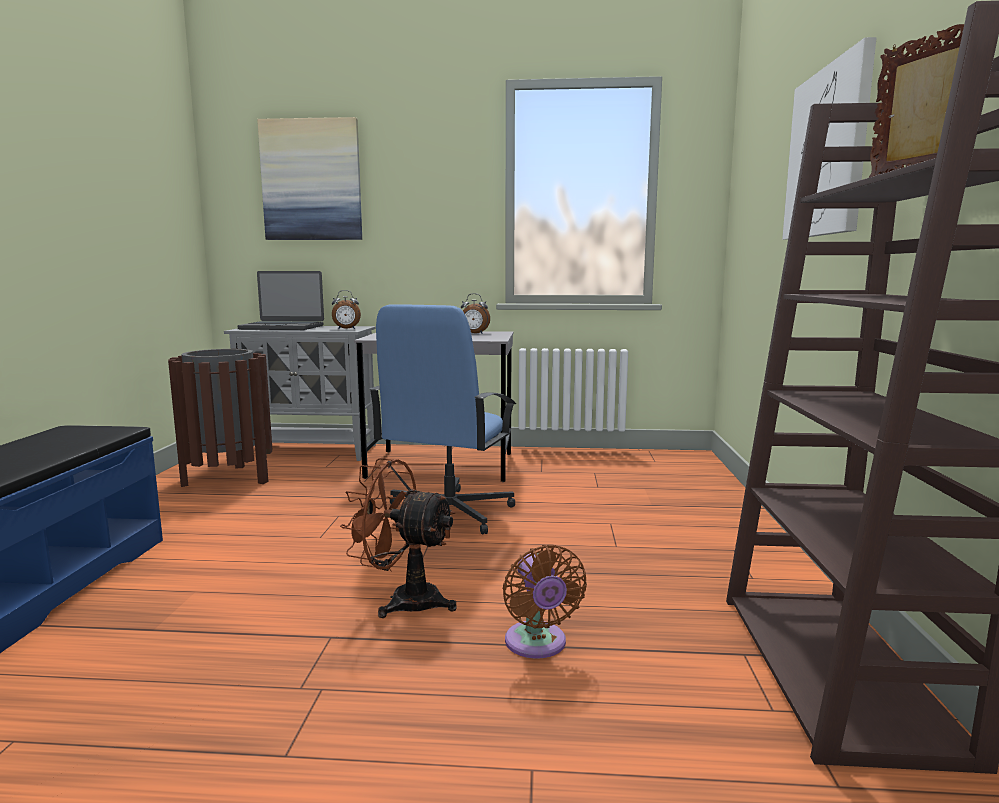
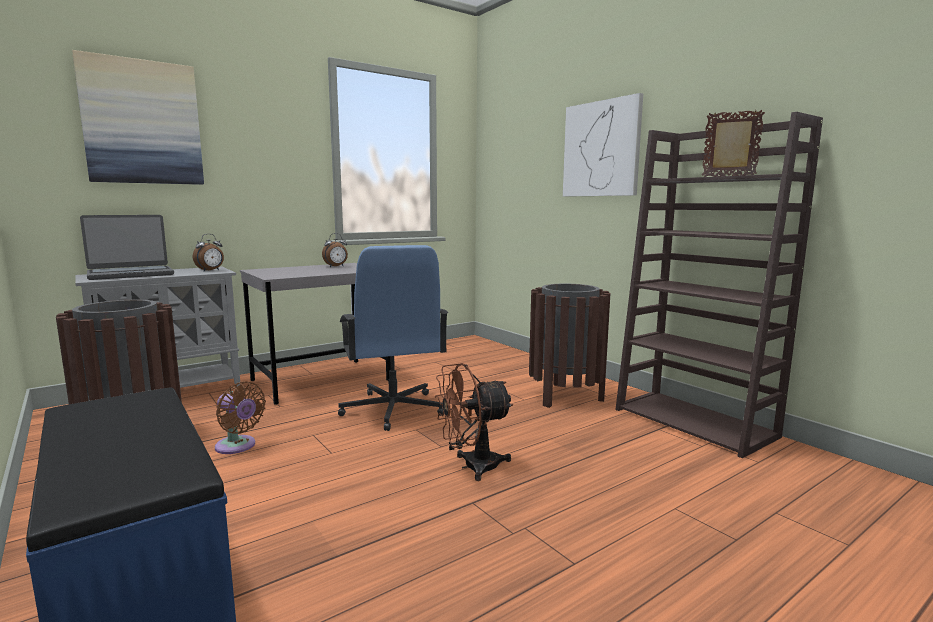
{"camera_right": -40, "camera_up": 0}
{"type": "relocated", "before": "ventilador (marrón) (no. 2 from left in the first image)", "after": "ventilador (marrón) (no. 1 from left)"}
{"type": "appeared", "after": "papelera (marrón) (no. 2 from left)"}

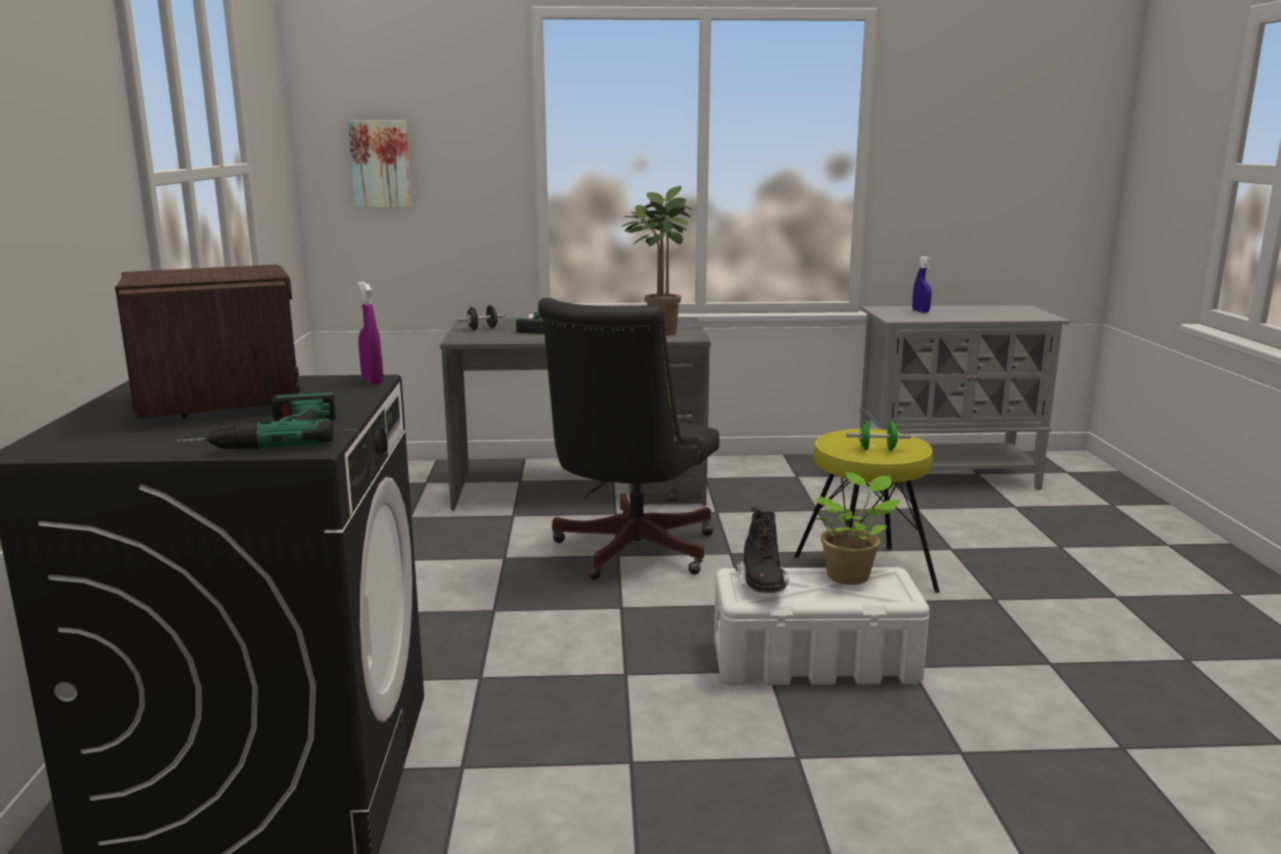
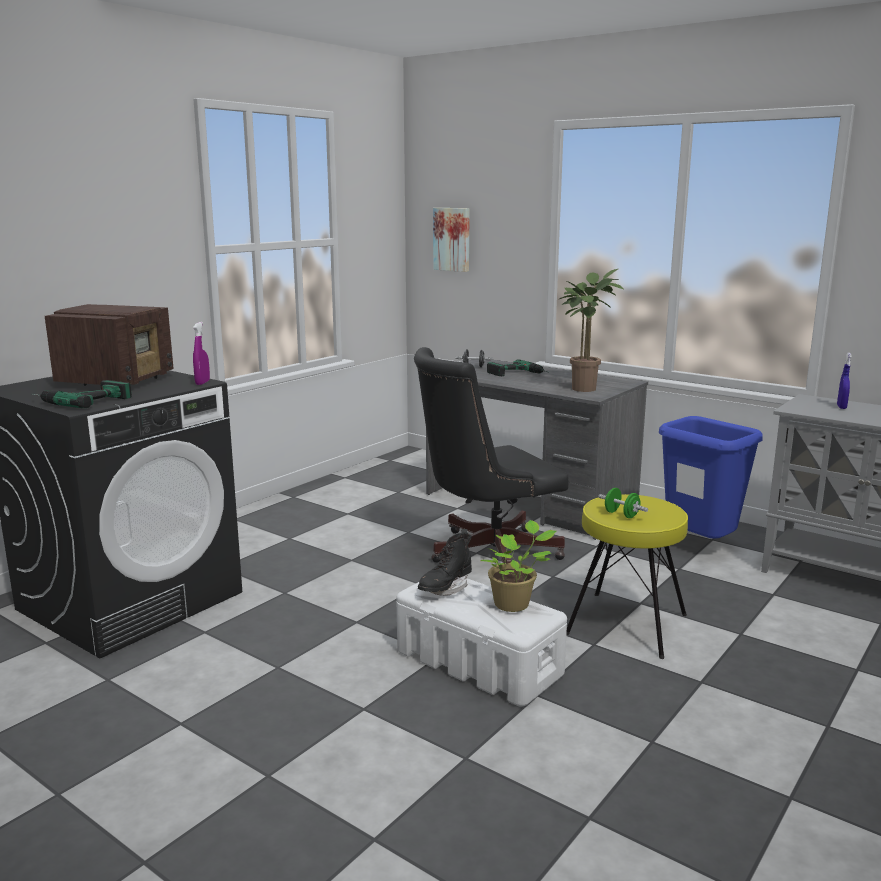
{"camera_right": 40, "camera_up": 0}
{"type": "appeared", "after": "papelera (azul)"}

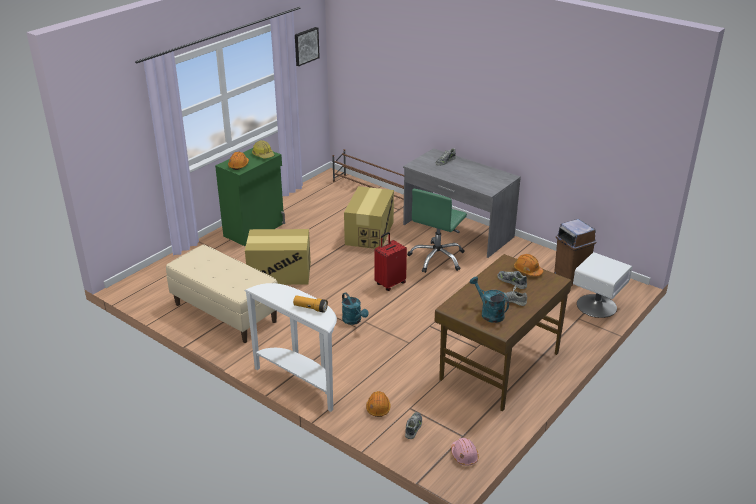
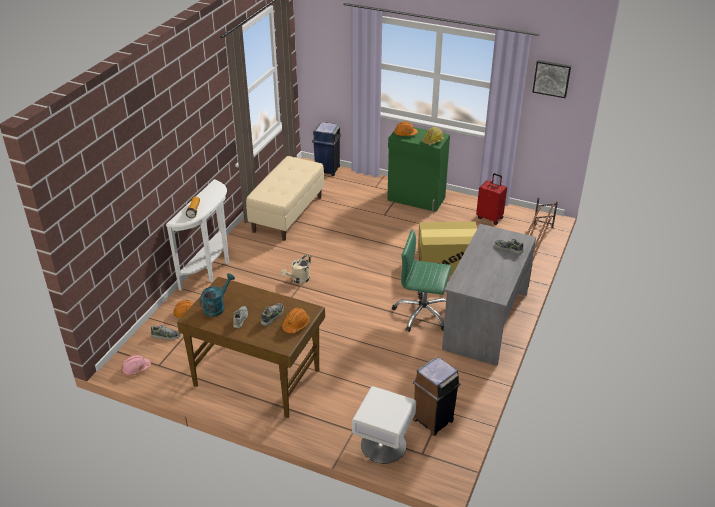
{"camera_right": 75, "camera_up": 5}
{"type": "missing", "before": "caja de cartón (no. 1 from left)"}
{"type": "relocated", "before": "maleta (rojo)"}
{"type": "colour", "before": "regadera (turquesa) (no. 1 from left)", "after": "regadera (beis)"}
{"type": "appeared", "after": "papelera (azul)"}

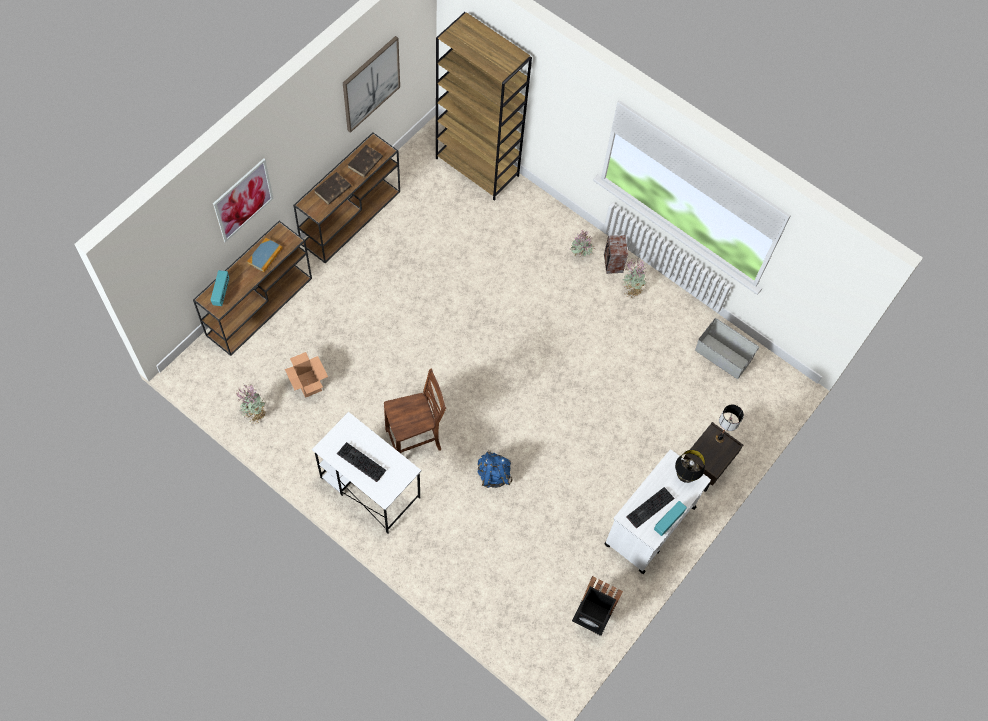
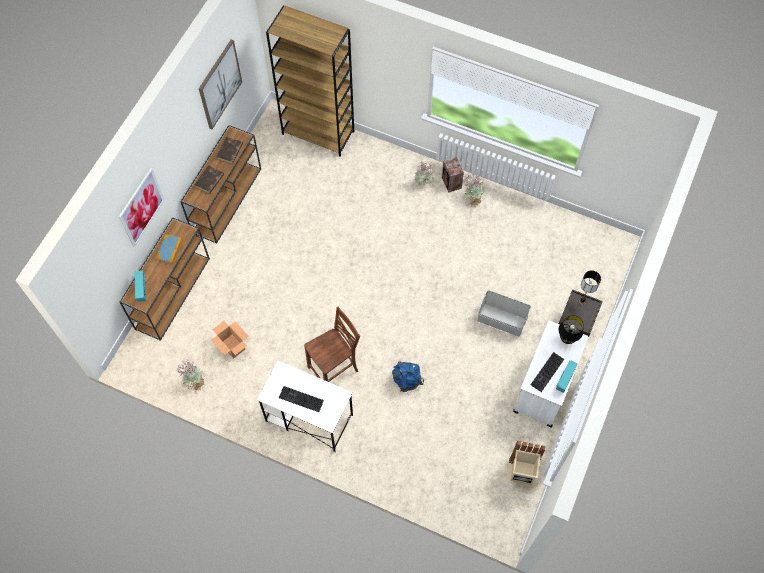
{"camera_right": -10, "camera_up": 0}
{"type": "relocated", "before": "caja de almacenaje (gris)"}
{"type": "colour", "before": "papelera (negro)", "after": "papelera (beis)"}

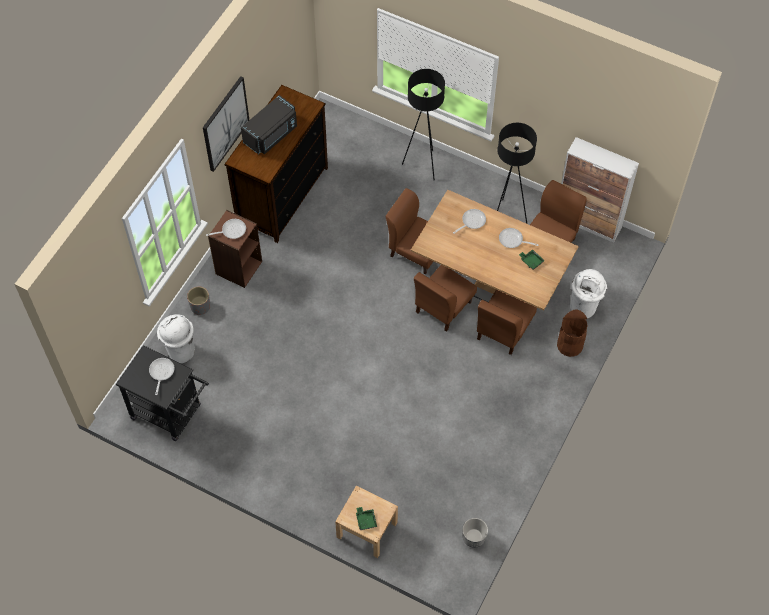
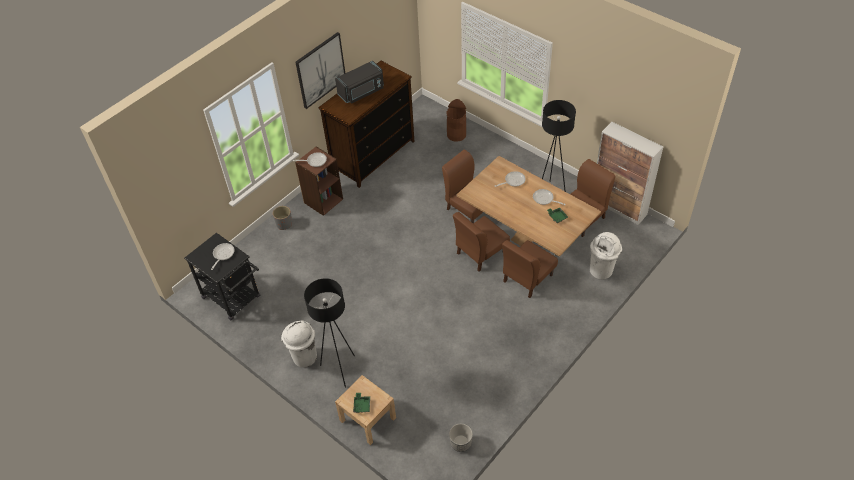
{"camera_right": 15, "camera_up": -10}
{"type": "relocated", "before": "lámpara de pie (negro) (no. 1 from left)"}
{"type": "relocated", "before": "papelera (marrón)"}
{"type": "relocated", "before": "papelera (blanco) (no. 1 from left)"}

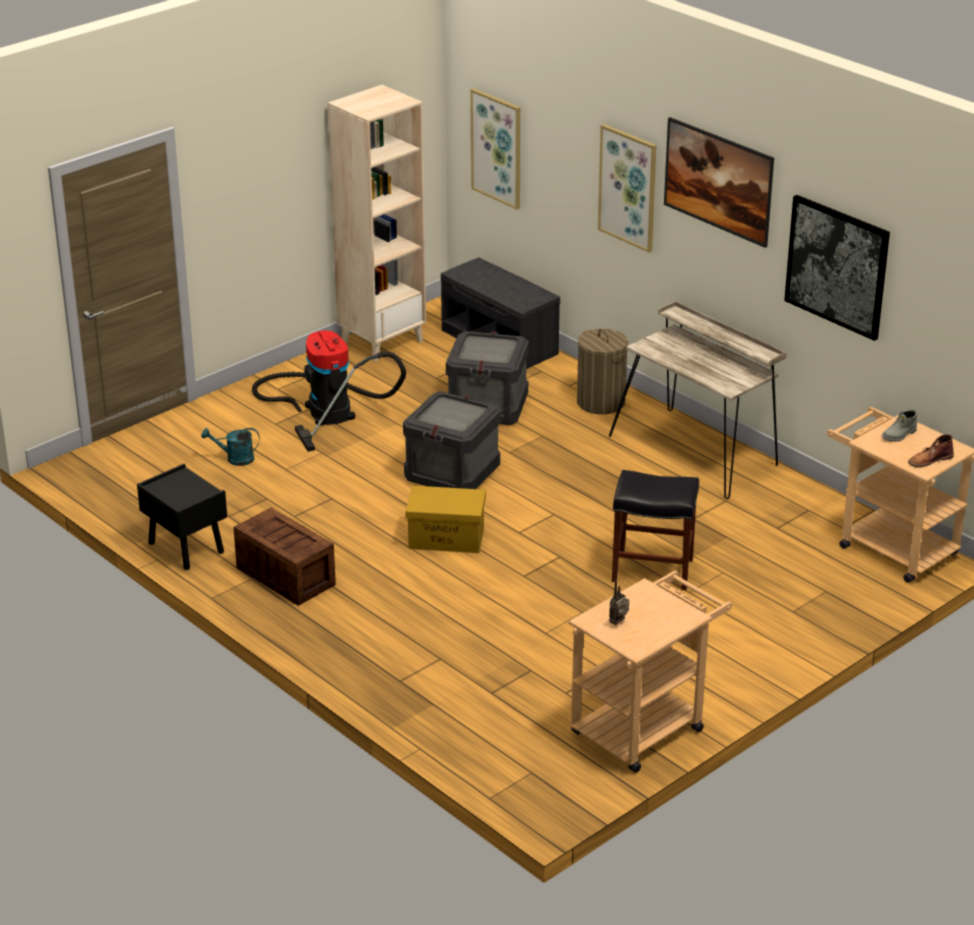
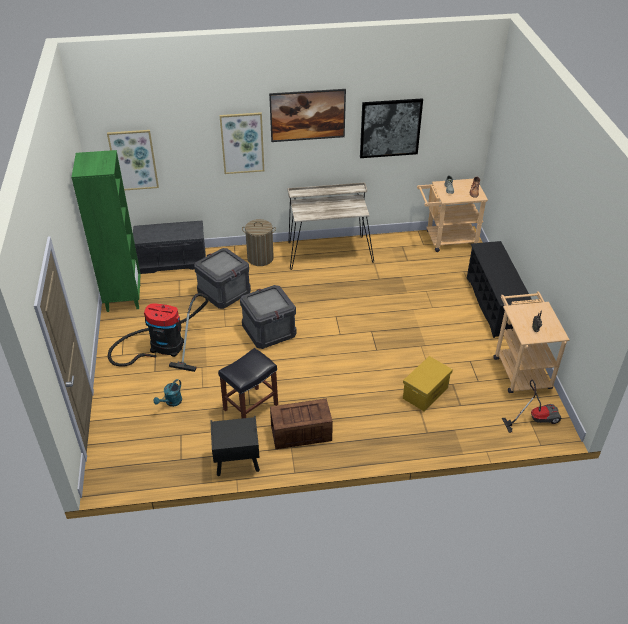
{"camera_right": -55, "camera_up": 10}
{"type": "colour", "before": "estantería (beis)", "after": "estantería (verde)"}
{"type": "relocated", "before": "taburete (negro)"}
{"type": "relocated", "before": "caja de almacenaje (amarillo)"}
{"type": "appeared", "after": "zapatero (negro)"}
{"type": "appeared", "after": "aspiradora (no. 2 from left)"}

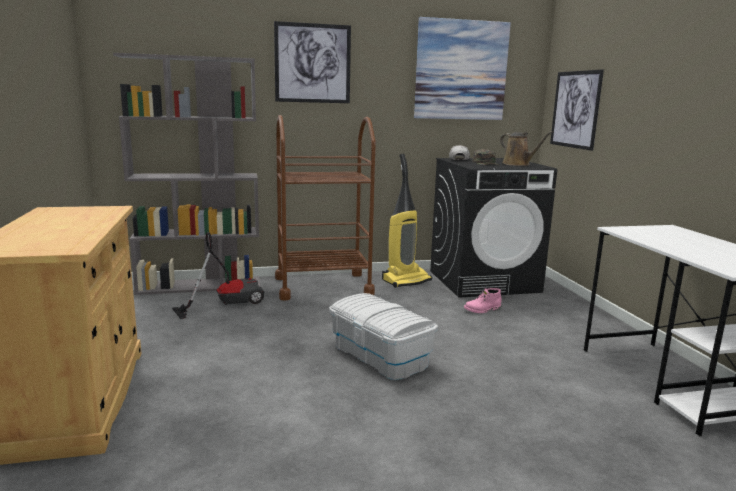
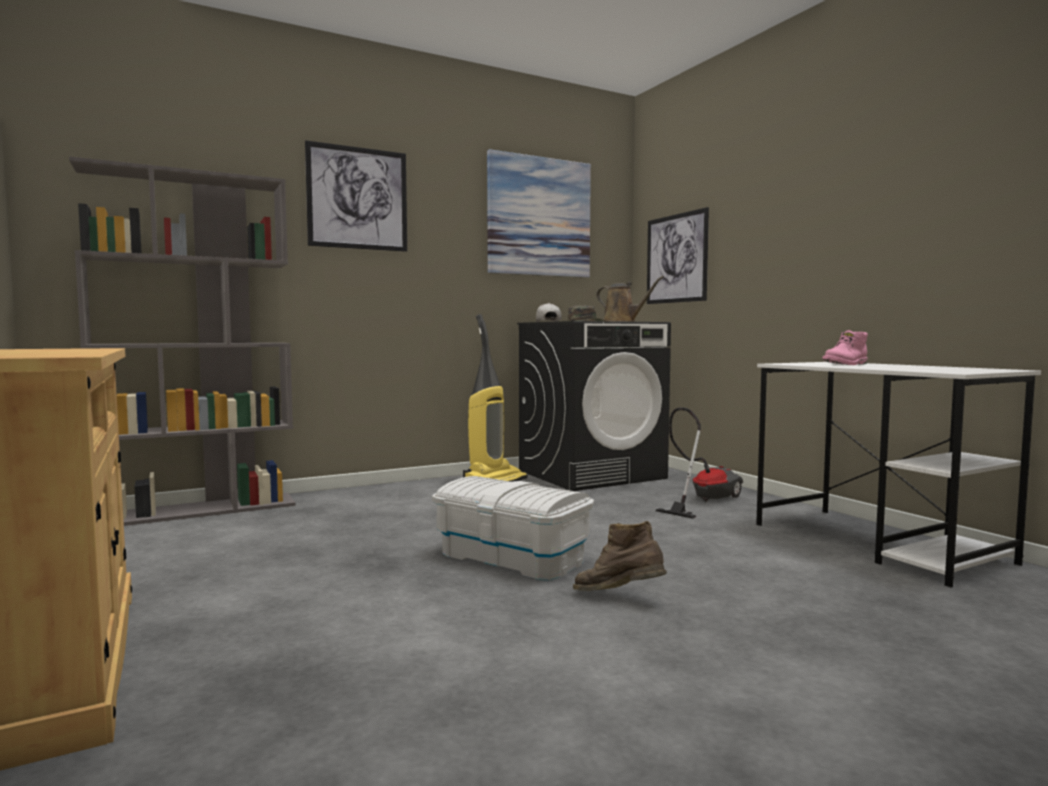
{"camera_right": -15, "camera_up": -10}
{"type": "missing", "before": "carrito (marrón)"}
{"type": "relocated", "before": "aspiradora (no. 1 from left in the first image)", "after": "aspiradora (no. 2 from left)"}
{"type": "relocated", "before": "bota (rosa)"}
{"type": "appeared", "after": "bota (marrón)"}

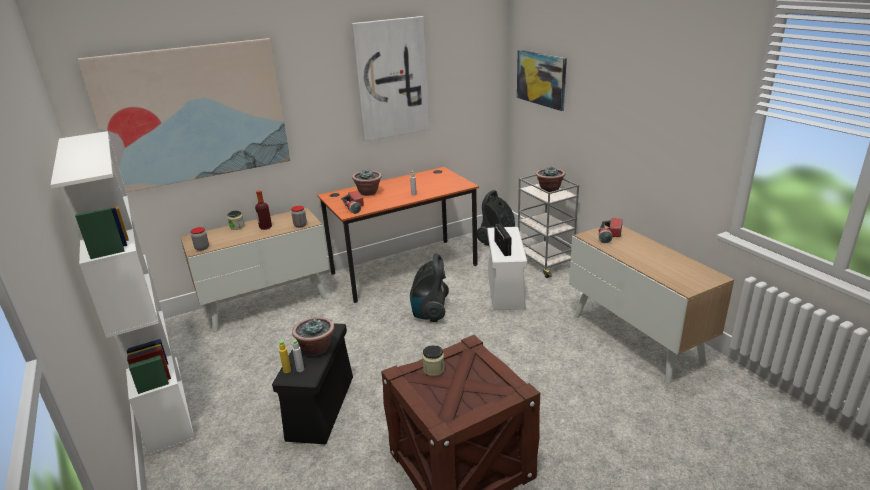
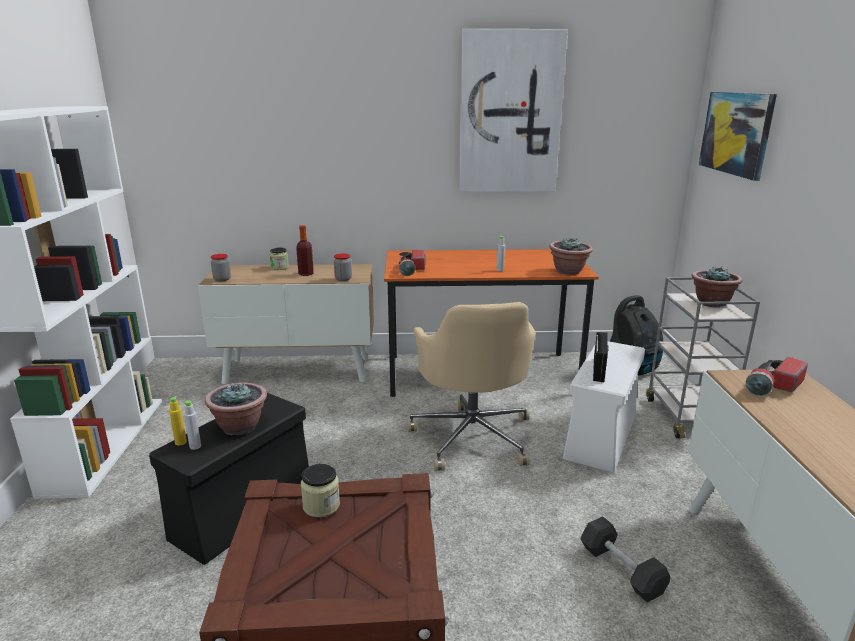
{"camera_right": 25, "camera_up": -5}
{"type": "missing", "before": "cuadro (no. 1 from left)"}
{"type": "relocated", "before": "planta en maceta (no. 2 from left)"}
{"type": "exchanged", "before": "aspiradora (no. 1 from left)", "after": "silla de oficina (beis)"}
{"type": "appeared", "after": "mancuerna (negro)"}

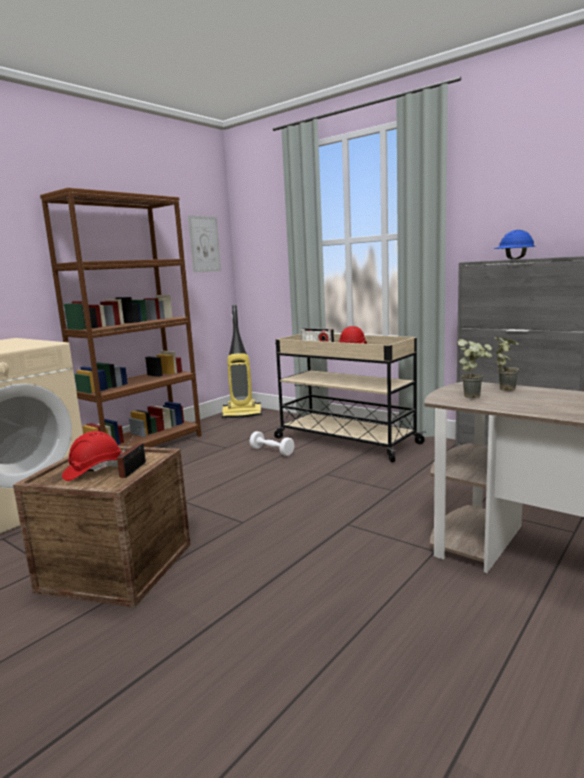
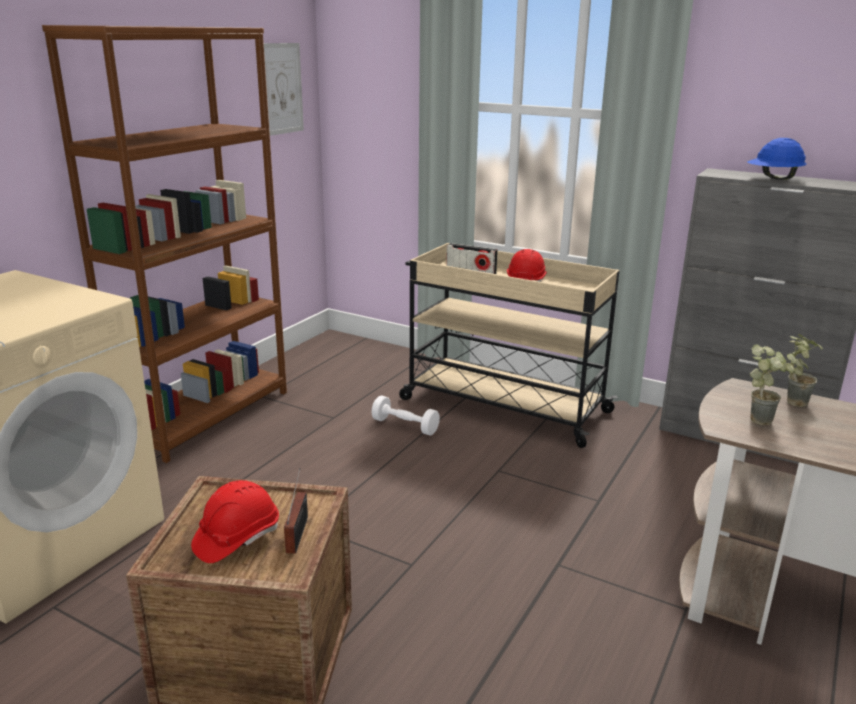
{"camera_right": -10, "camera_up": 10}
{"type": "missing", "before": "aspiradora"}

